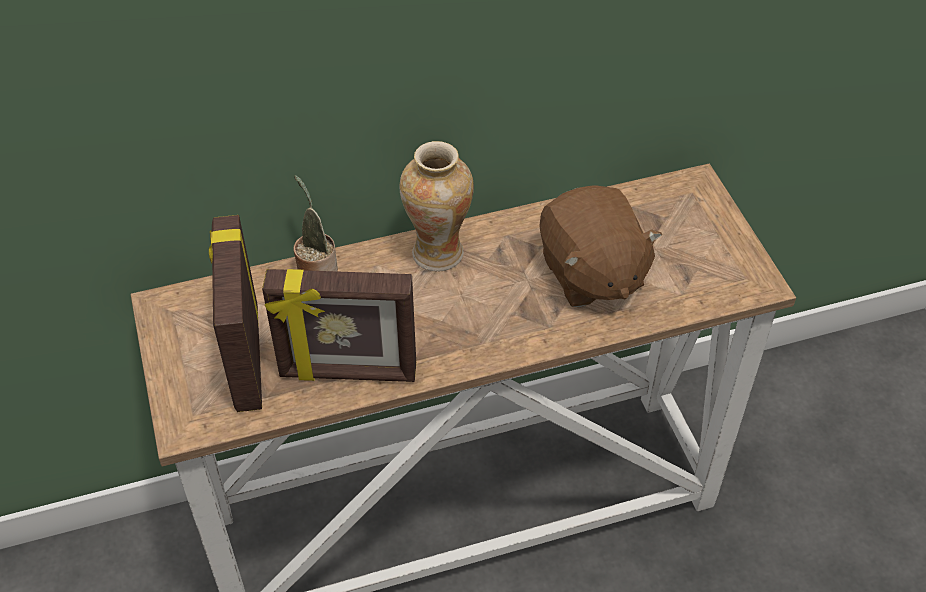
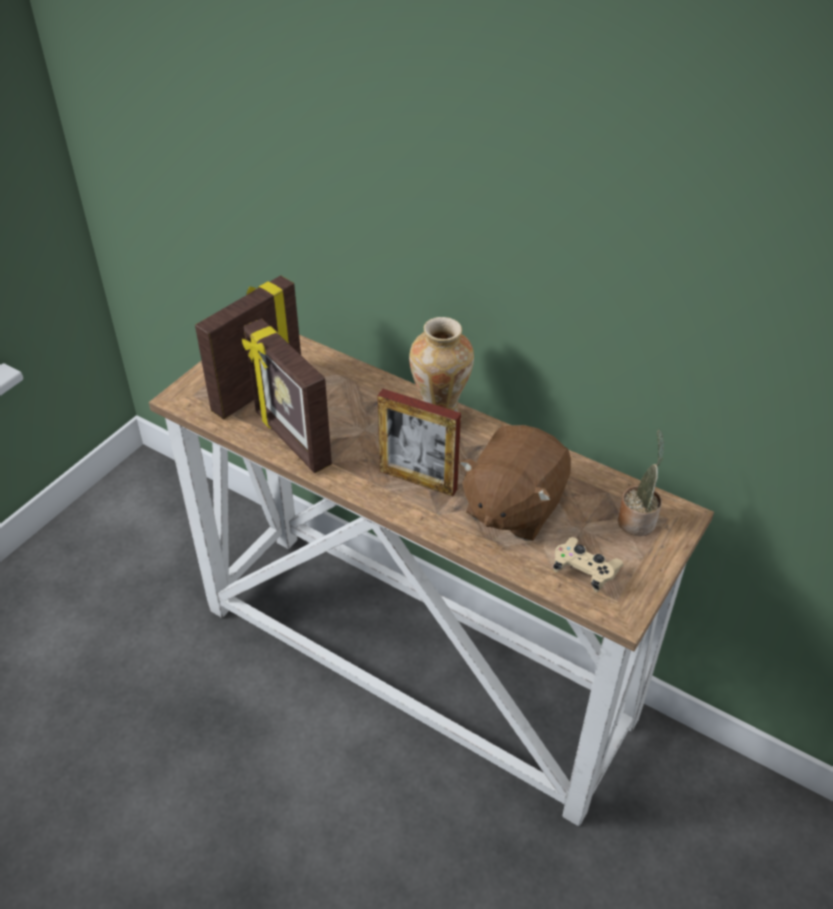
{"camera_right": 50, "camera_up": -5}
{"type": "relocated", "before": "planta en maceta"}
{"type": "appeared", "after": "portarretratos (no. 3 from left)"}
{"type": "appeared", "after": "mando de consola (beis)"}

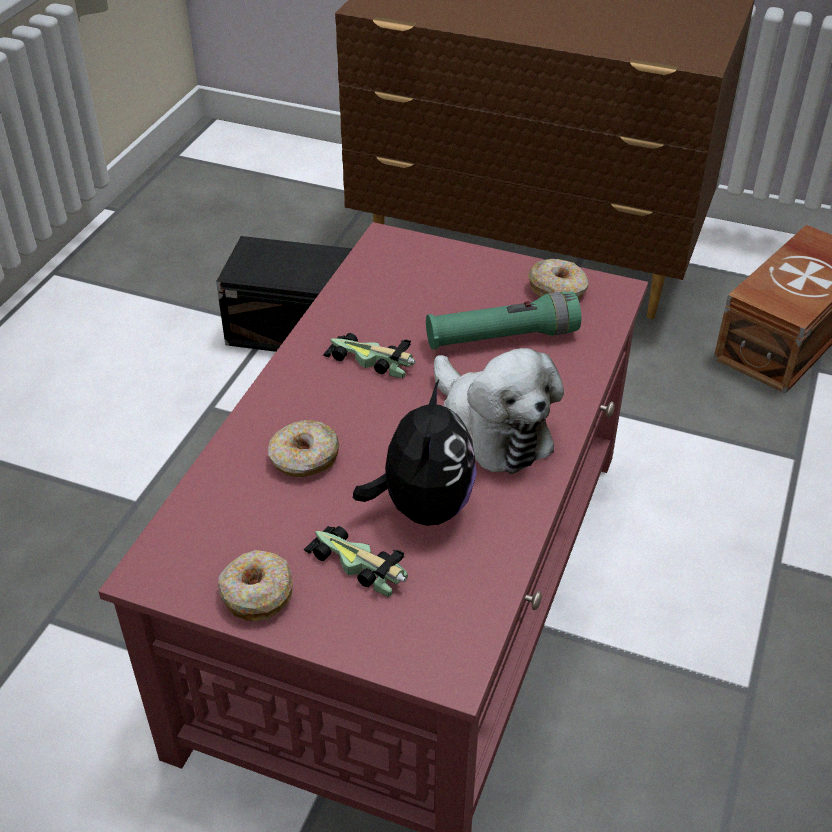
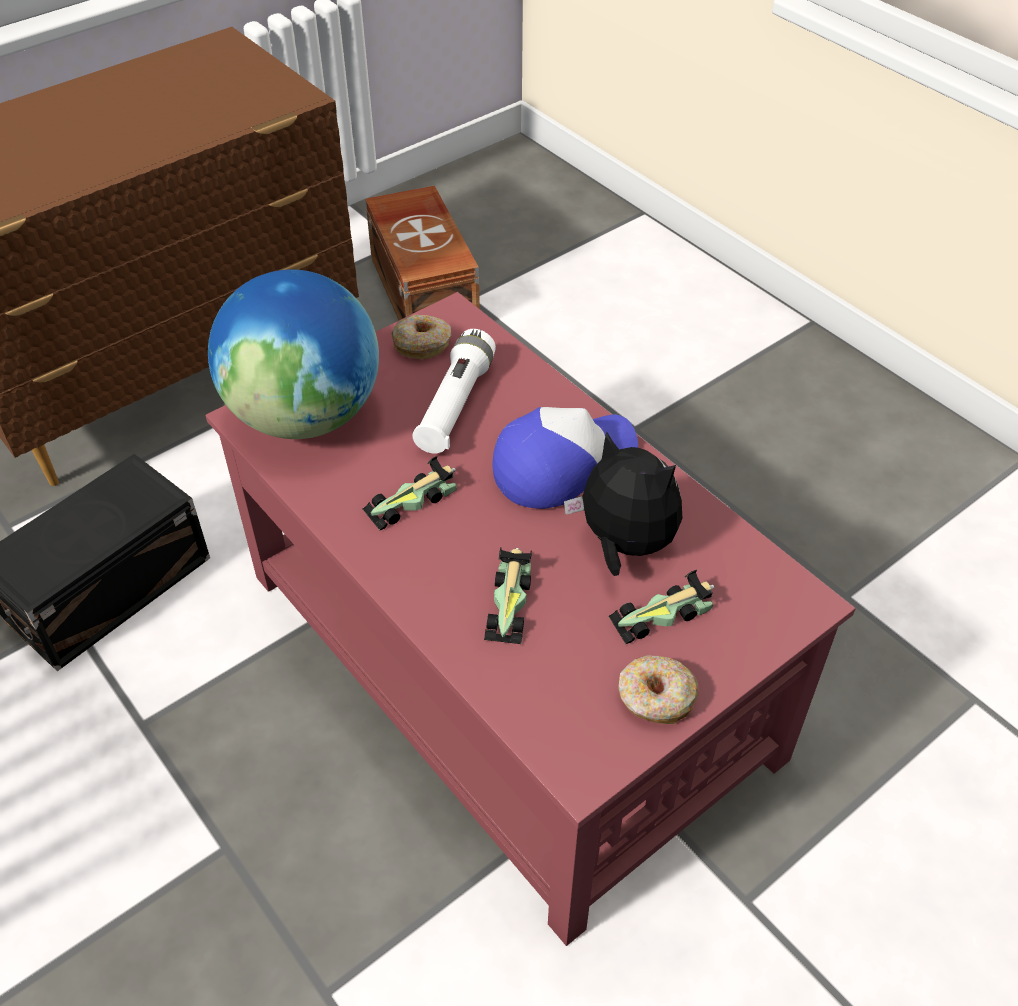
{"camera_right": -60, "camera_up": 5}
{"type": "colour", "before": "linterna (verde)", "after": "linterna (blanco)"}
{"type": "exchanged", "before": "peluche (no. 2 from left)", "after": "gorra"}
{"type": "exchanged", "before": "rosquilla (no. 2 from left)", "after": "coche de juguete (no. 2 from left)"}
{"type": "appeared", "after": "globo terráqueo"}

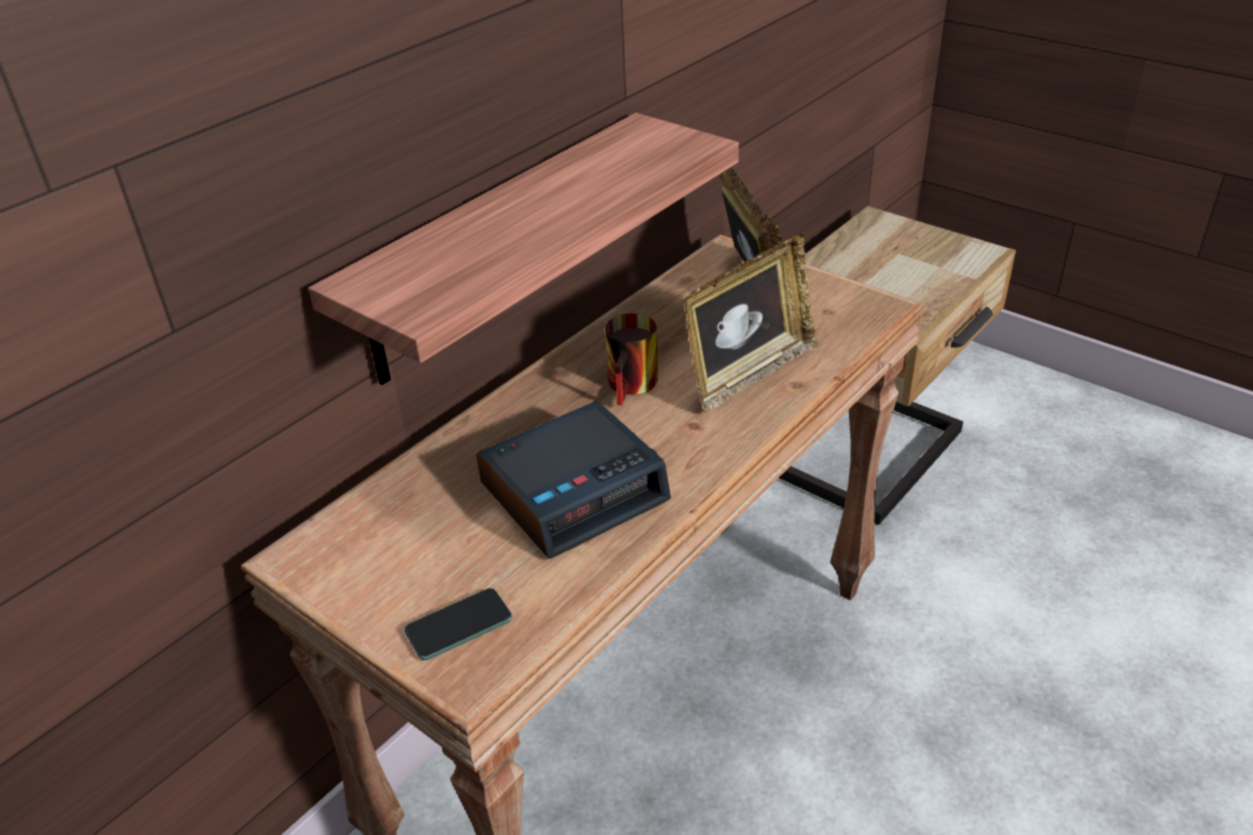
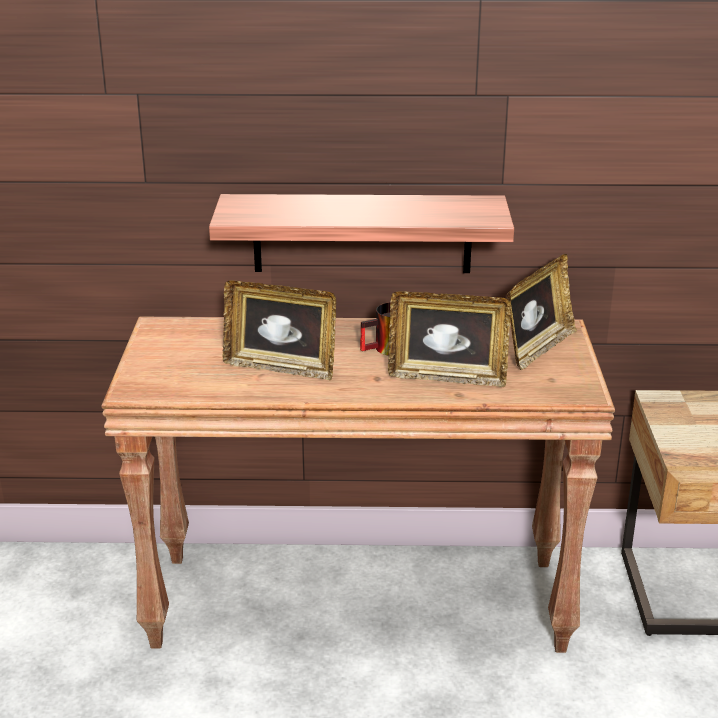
{"camera_right": 50, "camera_up": -10}
{"type": "exchanged", "before": "despertador", "after": "portarretratos (no. 1 from left)"}
{"type": "missing", "before": "móvil"}

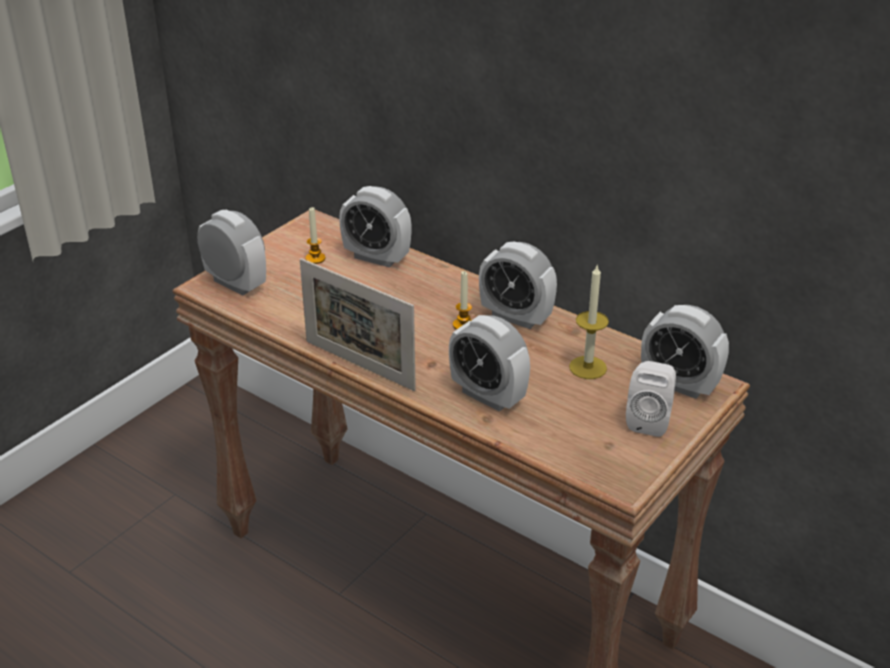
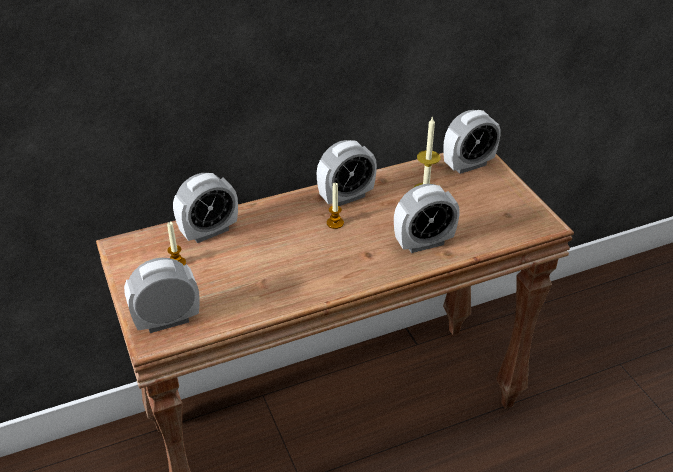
{"camera_right": -60, "camera_up": 5}
{"type": "missing", "before": "portarretratos"}
{"type": "missing", "before": "altavoz (blanco)"}

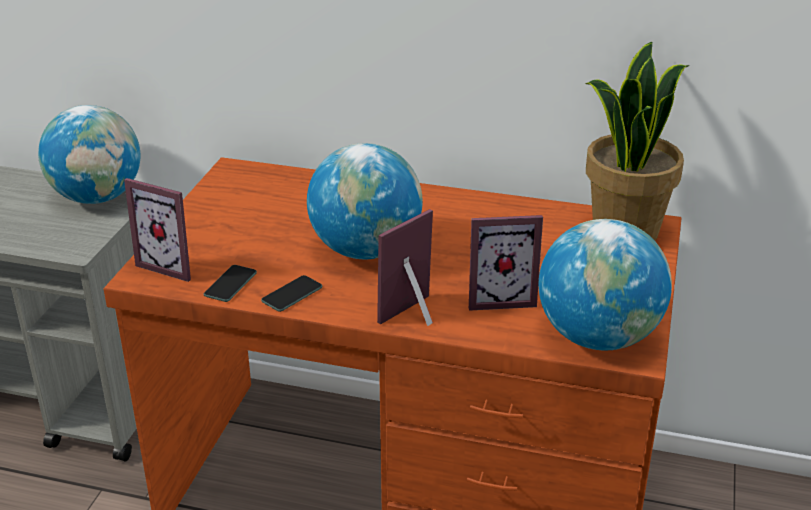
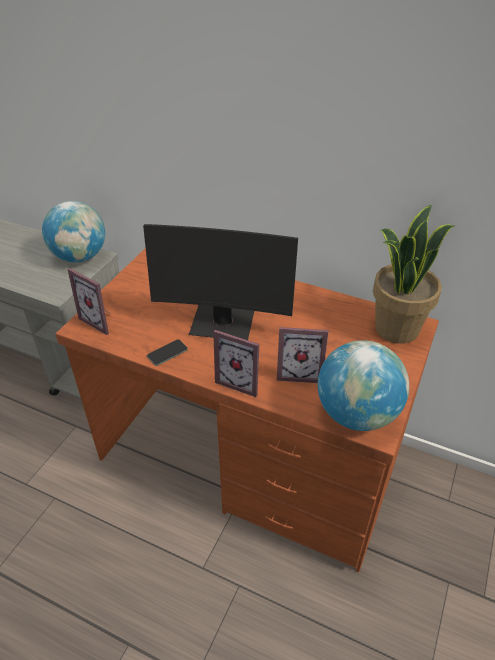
{"camera_right": 10, "camera_up": 10}
{"type": "exchanged", "before": "globo terráqueo (no. 2 from left)", "after": "monitor"}
{"type": "spun", "before": "portarretratos (no. 2 from left)", "turn": -120}
{"type": "missing", "before": "móvil (no. 1 from left)"}

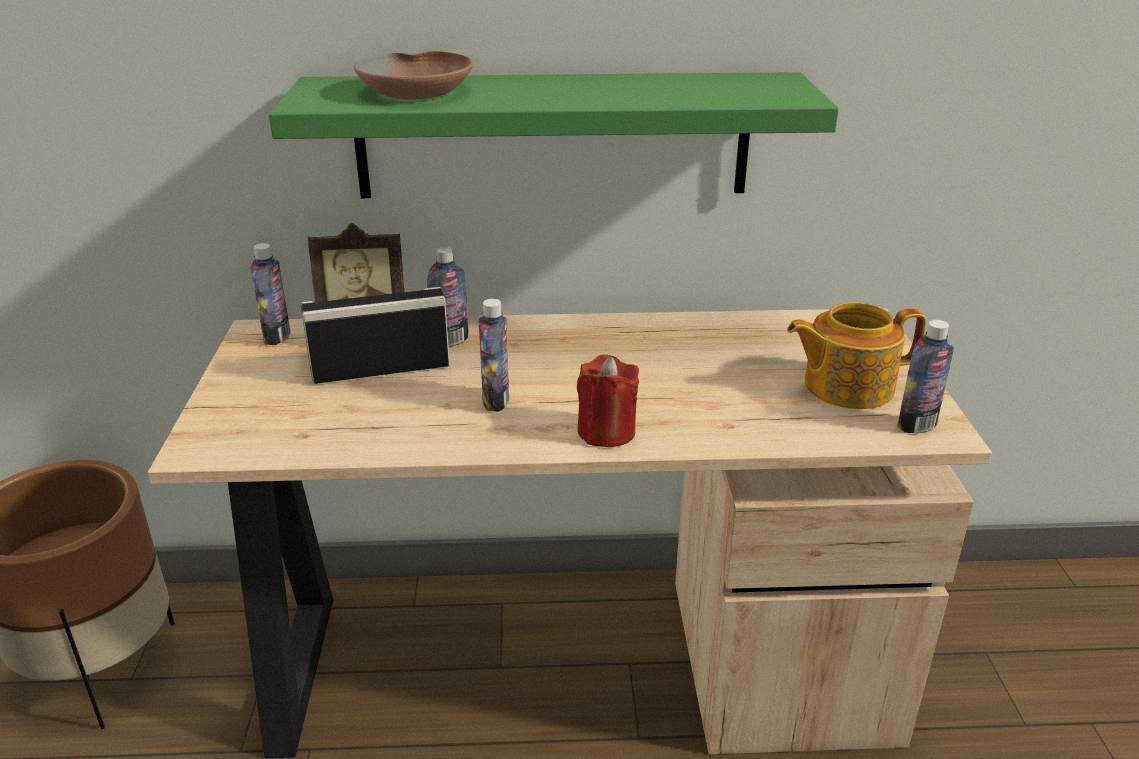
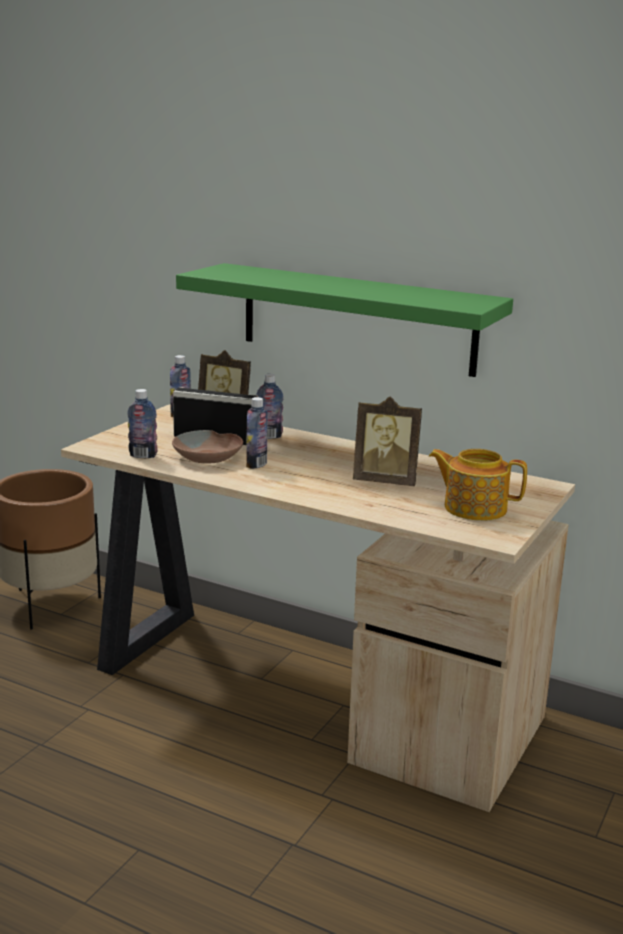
{"camera_right": 30, "camera_up": -10}
{"type": "relocated", "before": "cuenco (marrón)"}
{"type": "relocated", "before": "botella (no. 4 from left in the first image)", "after": "botella (no. 1 from left)"}
{"type": "missing", "before": "vela (rojo)"}
{"type": "appeared", "after": "portarretratos (no. 2 from left)"}

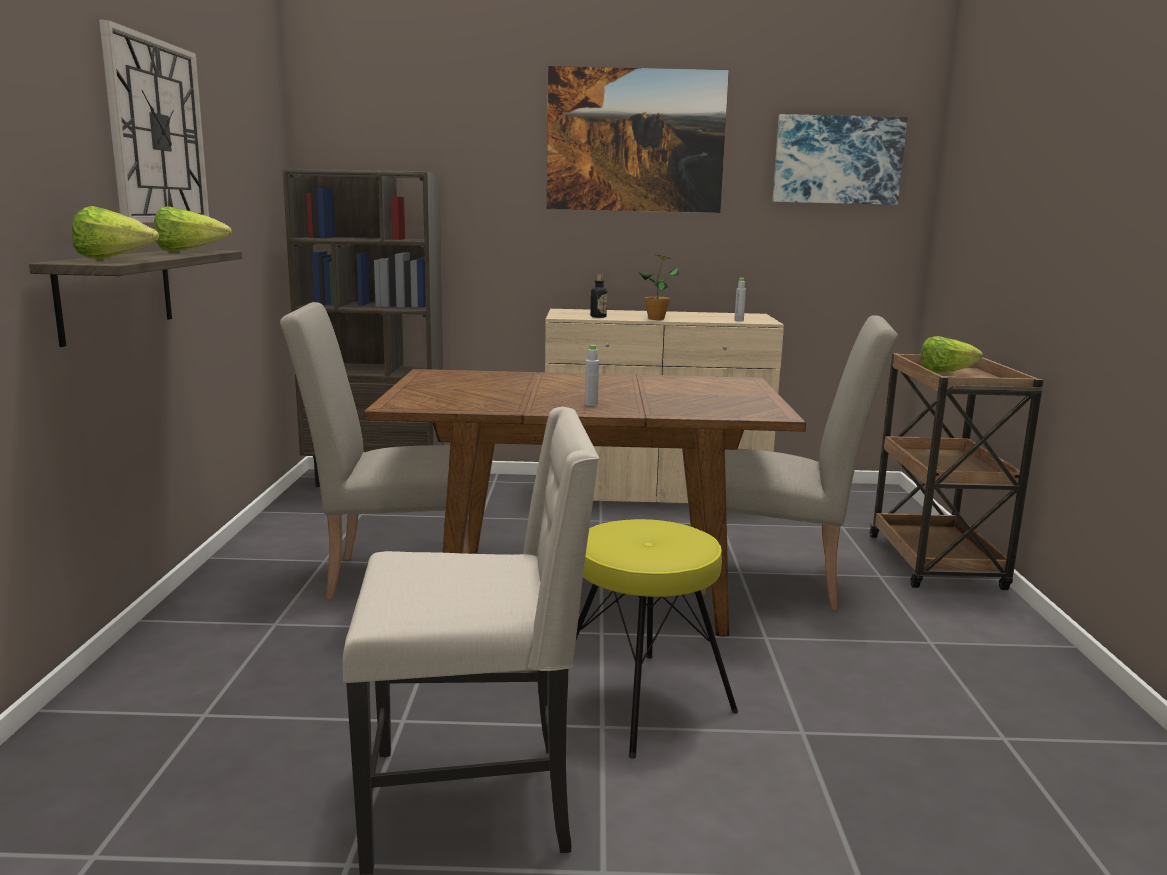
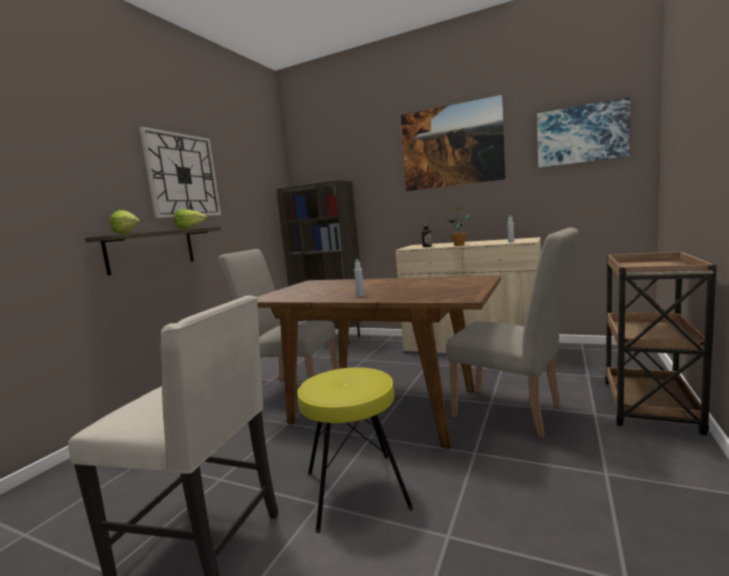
{"camera_right": 25, "camera_up": -5}
{"type": "missing", "before": "lechuga (no. 3 from left)"}

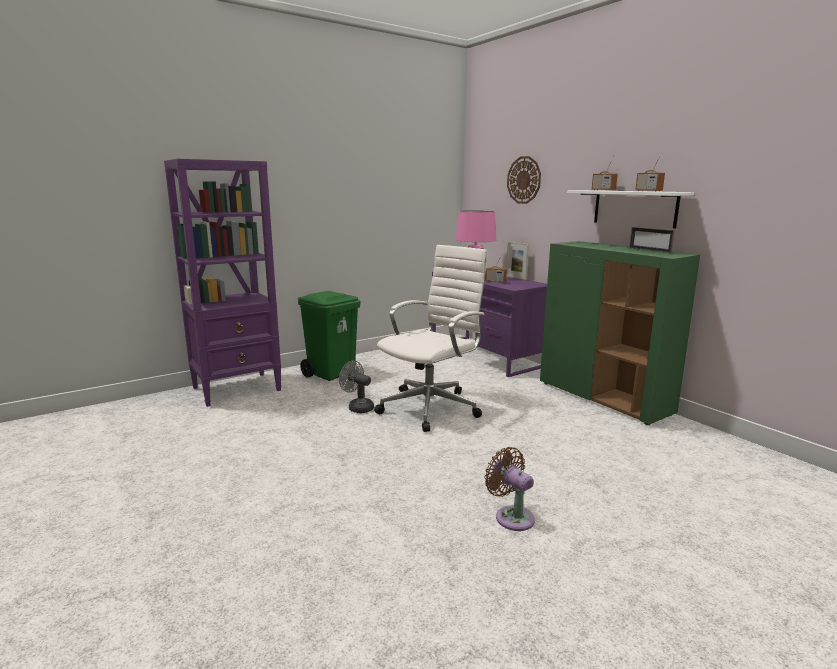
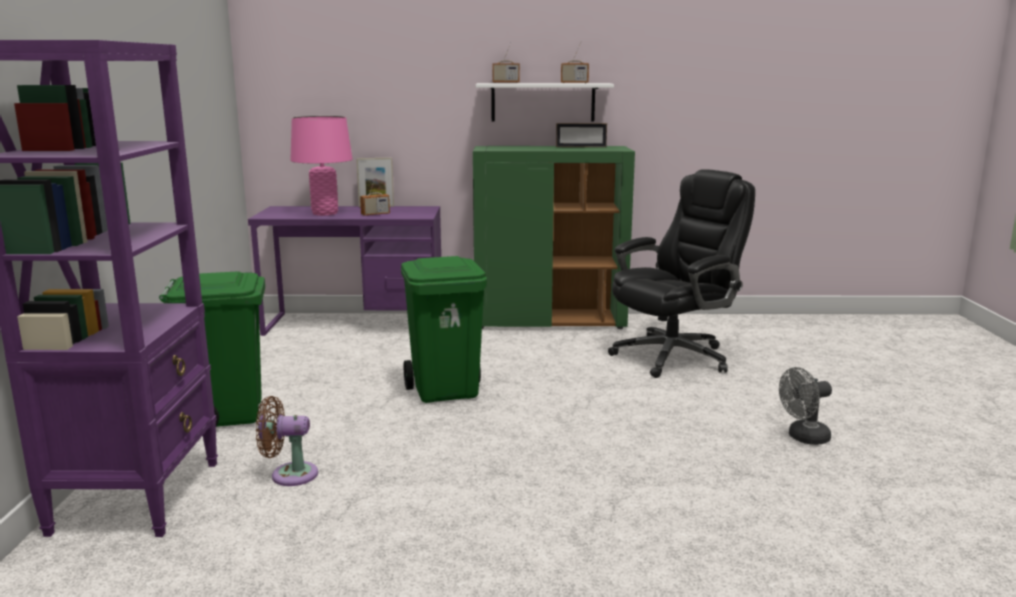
{"camera_right": -55, "camera_up": 0}
{"type": "missing", "before": "reloj de pared"}
{"type": "exchanged", "before": "silla de oficina (blanco)", "after": "papelera (verde) (no. 2 from left)"}
{"type": "relocated", "before": "ventilador (gris)"}
{"type": "relocated", "before": "ventilador (marrón)"}
{"type": "appeared", "after": "silla de oficina (negro)"}

